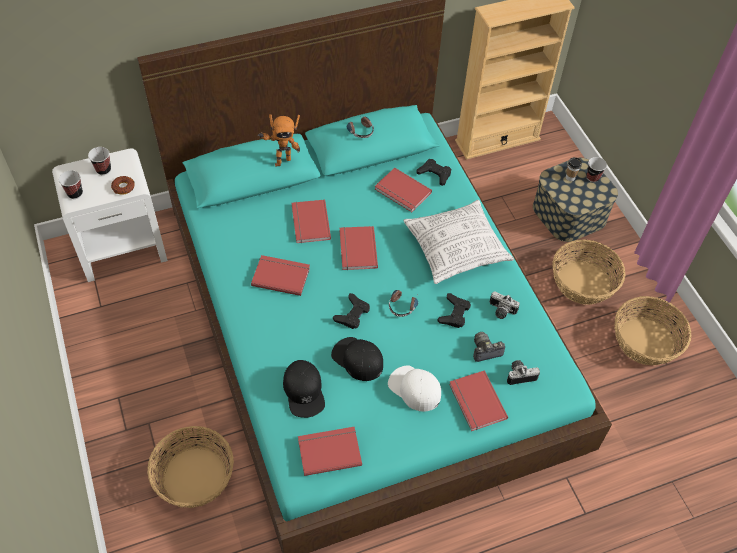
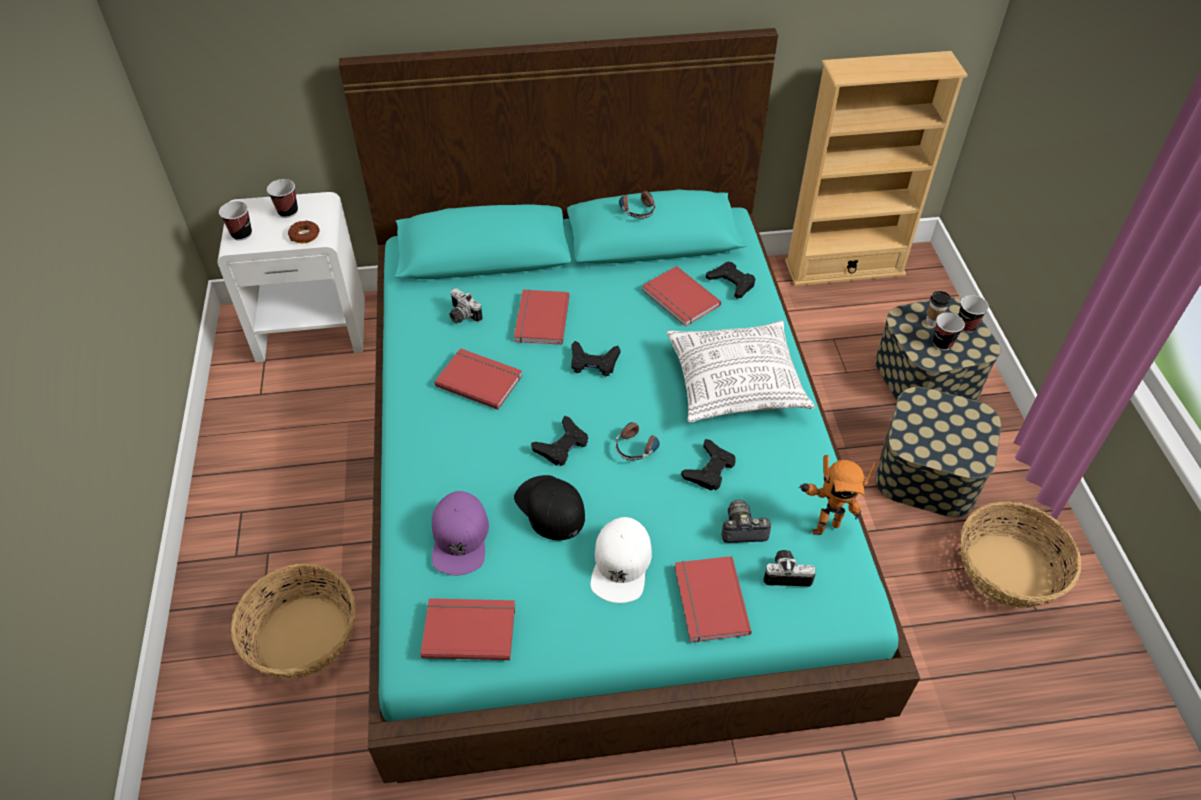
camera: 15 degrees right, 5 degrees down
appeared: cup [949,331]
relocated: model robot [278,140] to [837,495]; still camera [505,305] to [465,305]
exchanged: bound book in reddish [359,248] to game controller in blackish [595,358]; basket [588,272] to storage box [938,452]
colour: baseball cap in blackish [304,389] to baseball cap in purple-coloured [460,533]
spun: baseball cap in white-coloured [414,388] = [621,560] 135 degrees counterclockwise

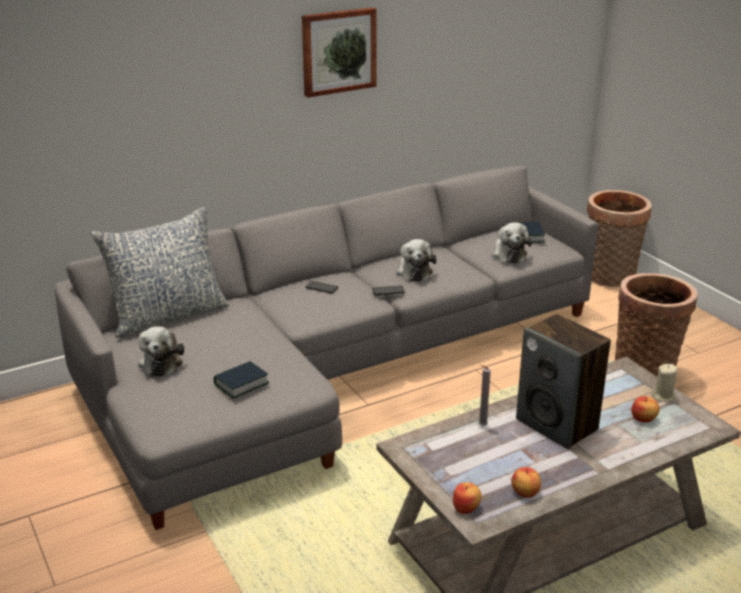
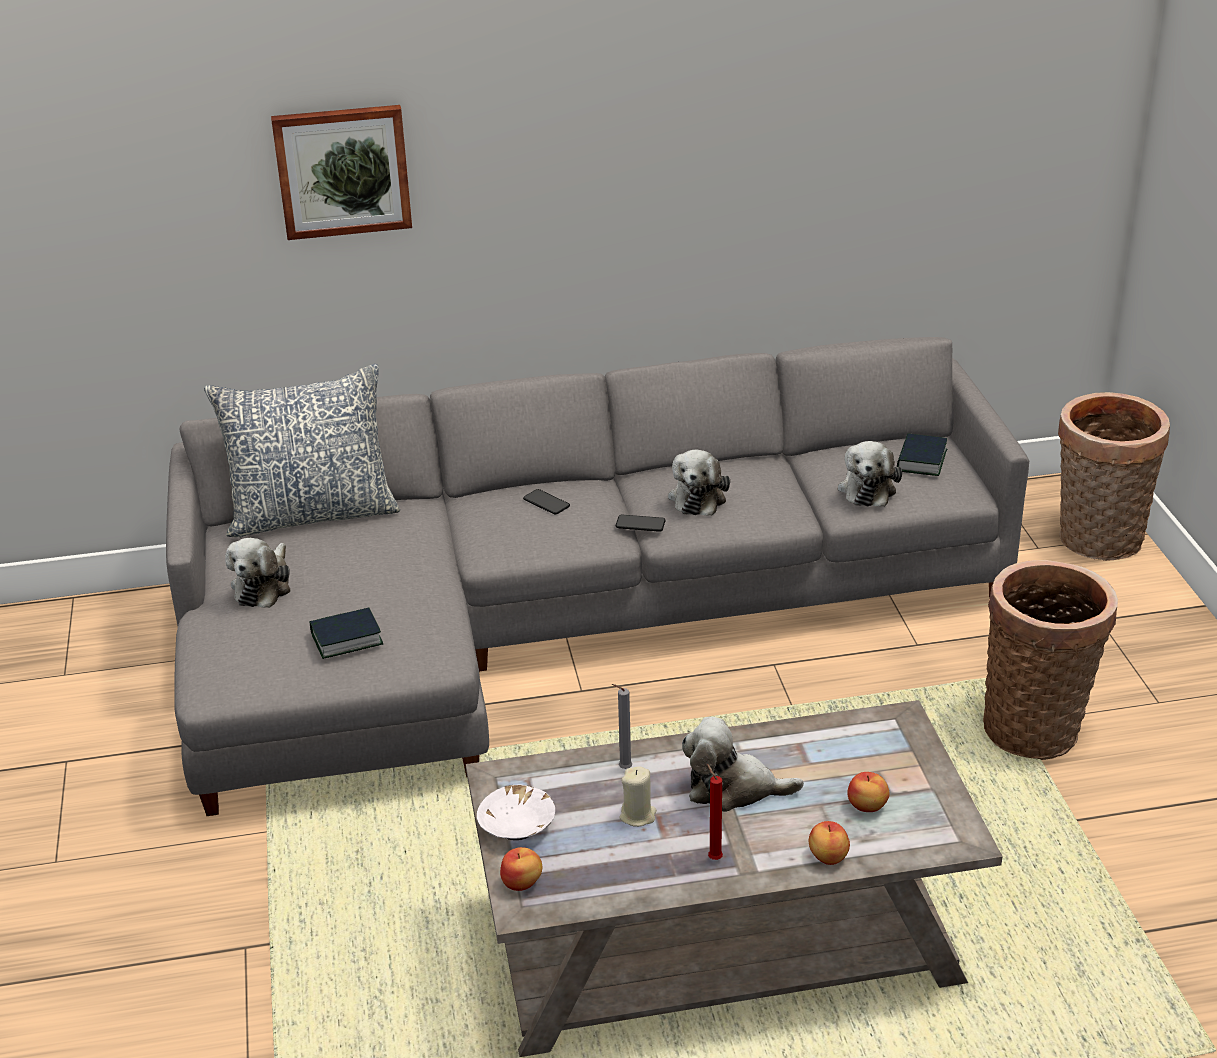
camera: 20 degrees right, 5 degrees up
appeared: deep dish in white-coloured [516,812]; wax candle in reddish [715,812]
relocated: wall picture [339,52] to [341,172]; apple [526,482] to [829,843]; wax candle in sand-coloured [664,383] to [638,796]
exchanged: audio speaker [563,381] to cuddly toy [743,764]

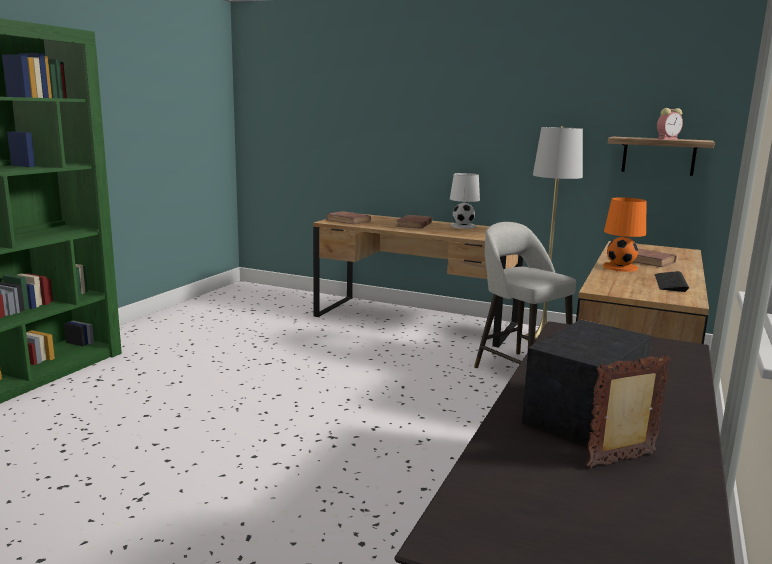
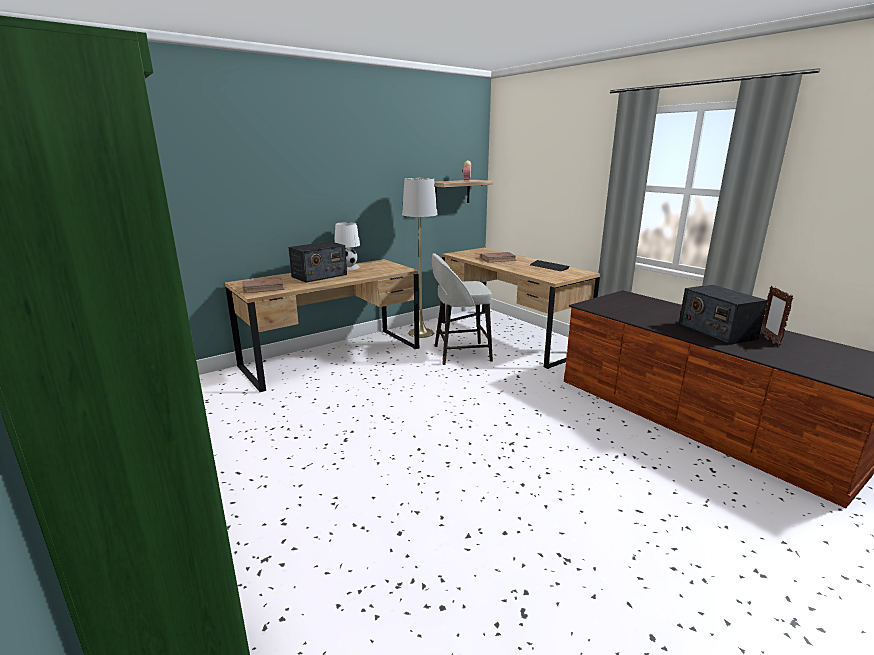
camera: 60 degrees left, 5 degrees up
missing: tabletop lamp in orange-coloured [625,234]
exchanged: bound book in brownish [414,222] to radio receiver [317,262]

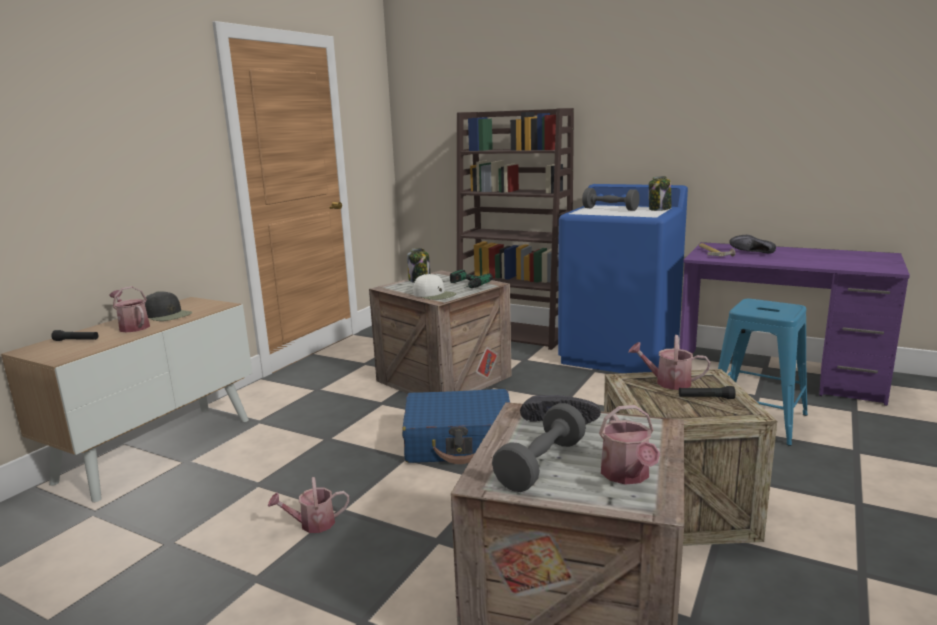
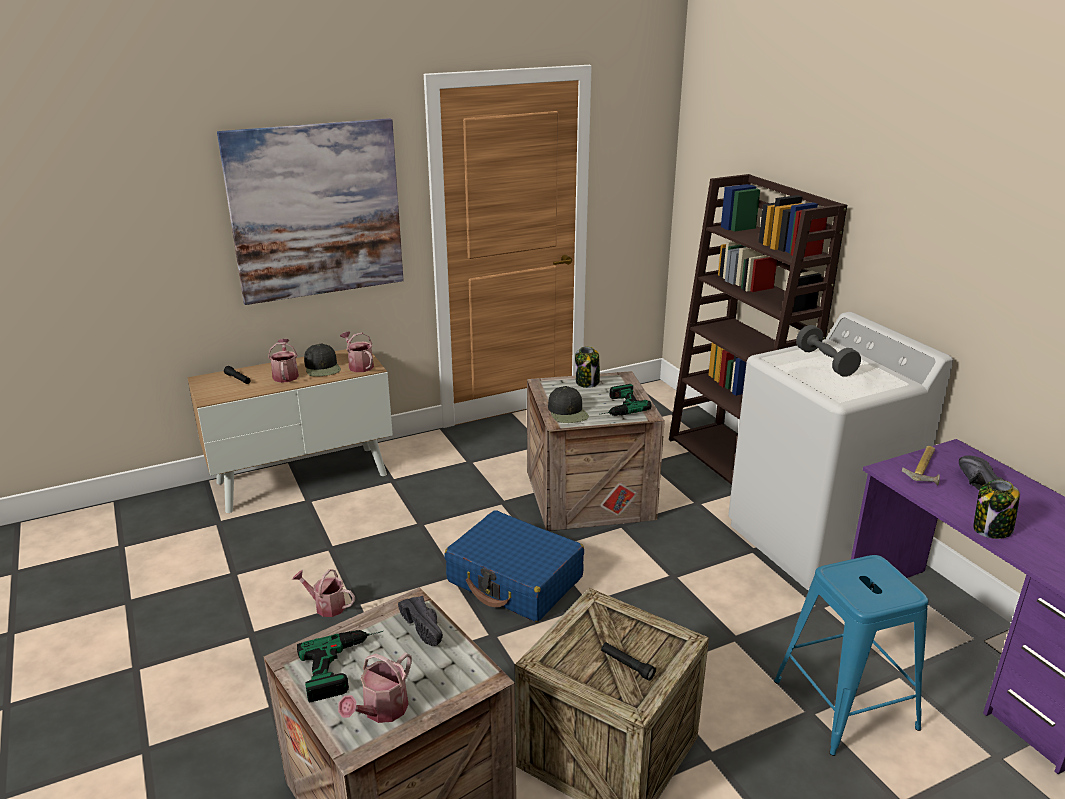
camera: 35 degrees right, 10 degrees up
appeared: wall picture [310,211]
relocated: sprinkling can [669,362] to [357,351]; preserve jar [660,193] to [996,509]
exchanged: free weight in greyish [539,447] to electric drill [340,666]
colour: baseball cap in white-coloured [434,287] to baseball cap in blackish [568,404]; laundry machine in blue [623,278] to laundry machine in white-coloured [840,451]

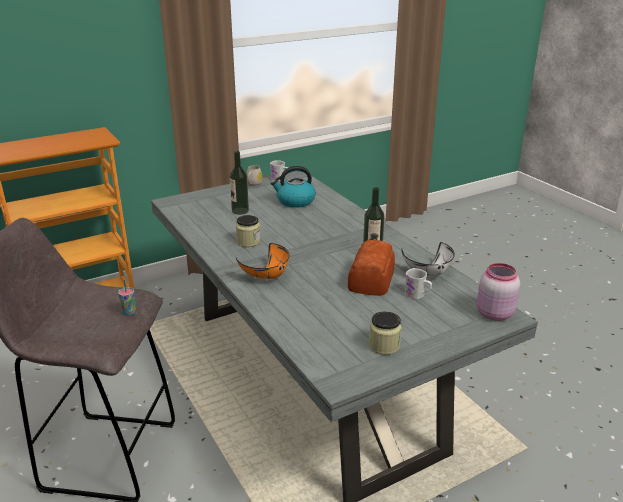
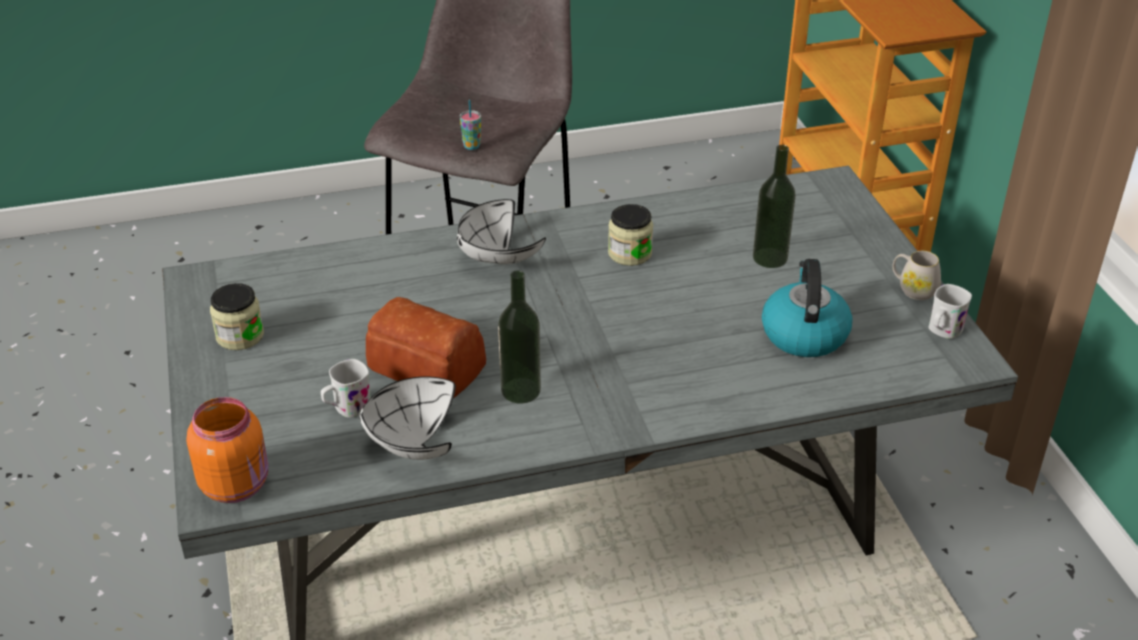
camera: 105 degrees right, 10 degrees up
colour: deep dish in orange-coloured [262,261] to deep dish in white-coloured [501,231]; preserve jar in pink-coloured [498,292] to preserve jar in orange-coloured [227,450]

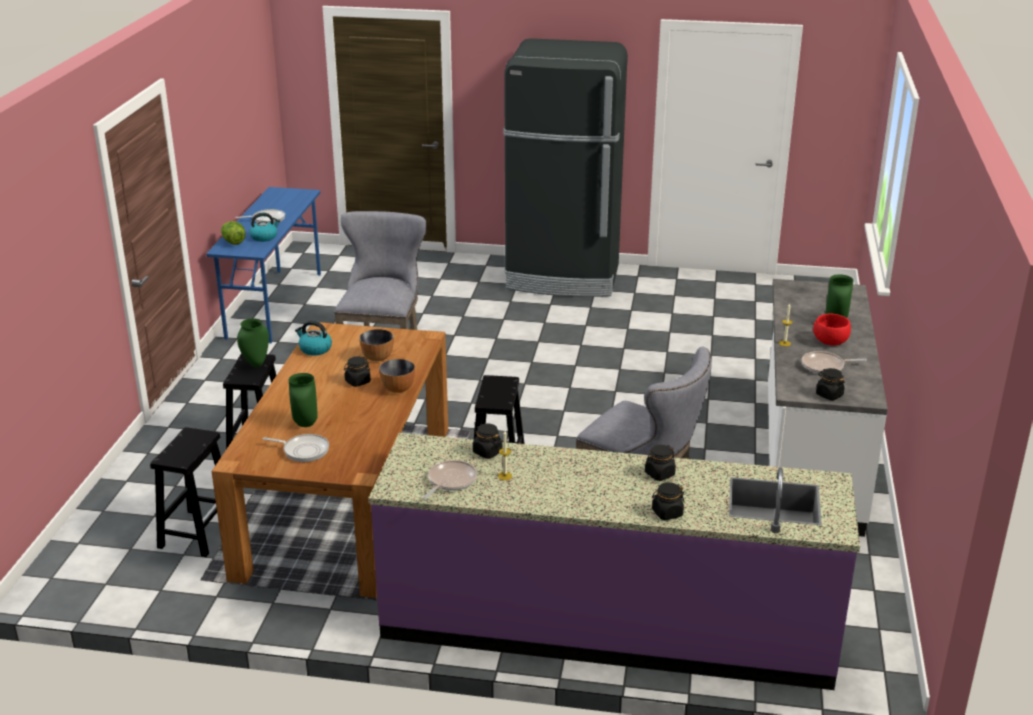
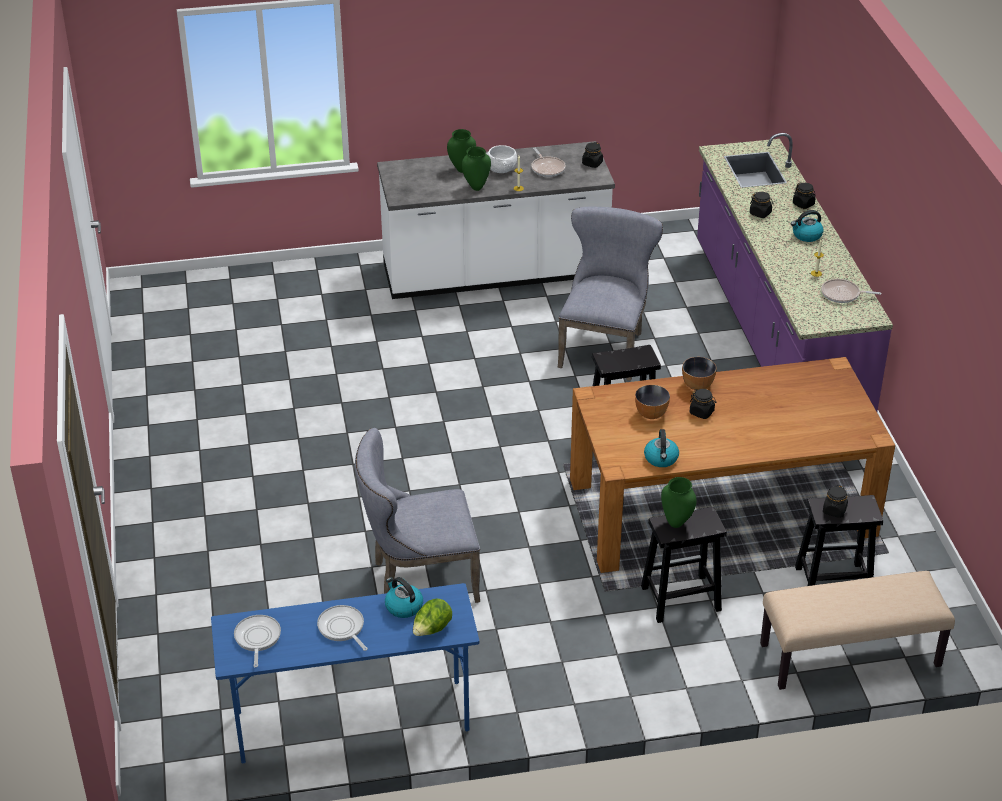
camera: 110 degrees left, 10 degrees up
missing: kitchen fridge in blackish [565,167]
appeared: bench in sand-coloured [857,630]; water kettle [807,226]
relocated: pan [296,448] to [257,641]; flower vase in green-coloured [303,400] to [476,168]; preserve jar in blackish [487,441] to [835,501]
colour: deep dish in reddish [832,330] to deep dish in white-coloured [501,159]

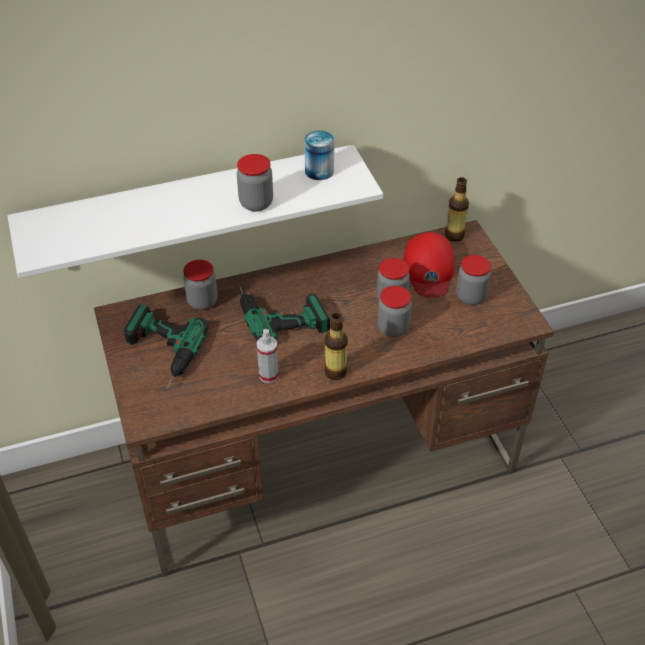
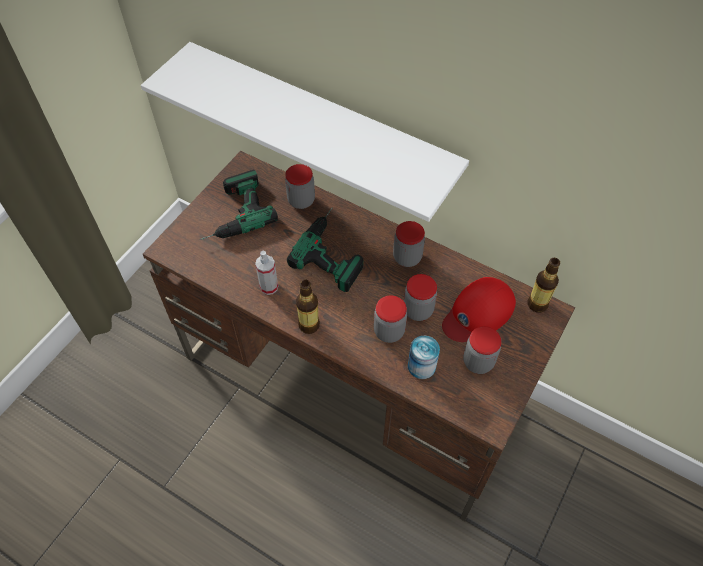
camera: 50 degrees right, 10 degrees up
relocated: preserve jar [255,182] to [409,244]; can [319,155] to [424,357]

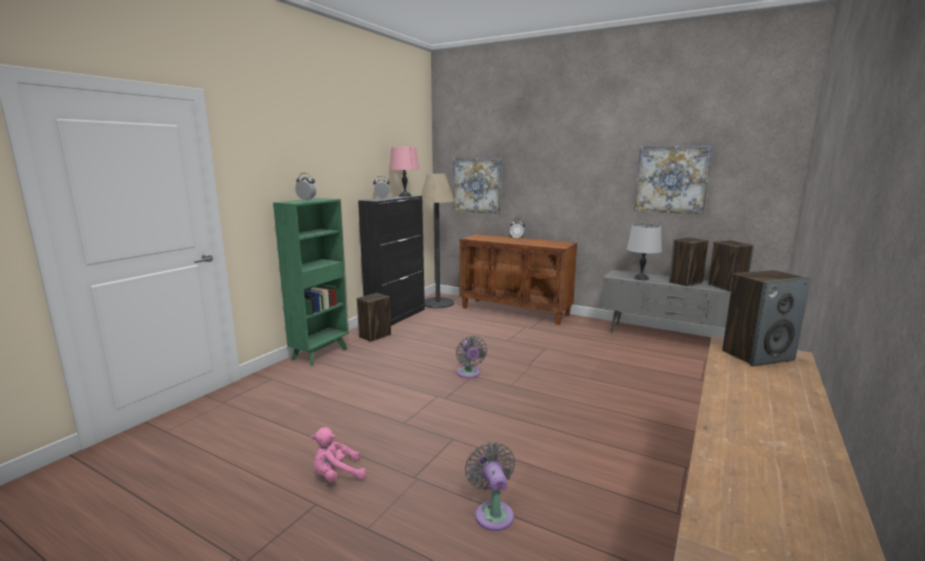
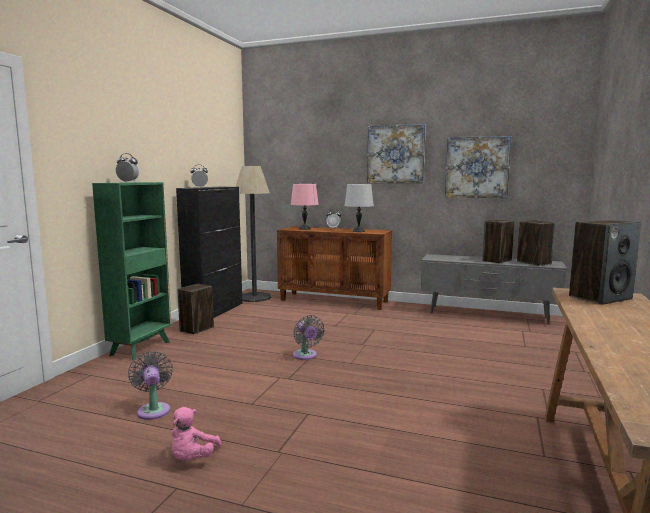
camera: 10 degrees left, 5 degrees down
relocated: tabletop lamp in pink-coloured [404,172] to [305,207]; wall picture [477,186] to [396,153]; cooling fan in greyish [490,486] to [150,385]; tabletop lamp in greyish [644,252] to [359,208]
spun: cuddly toy in pink-coloured [338,454] = [196,433] 45 degrees counterclockwise

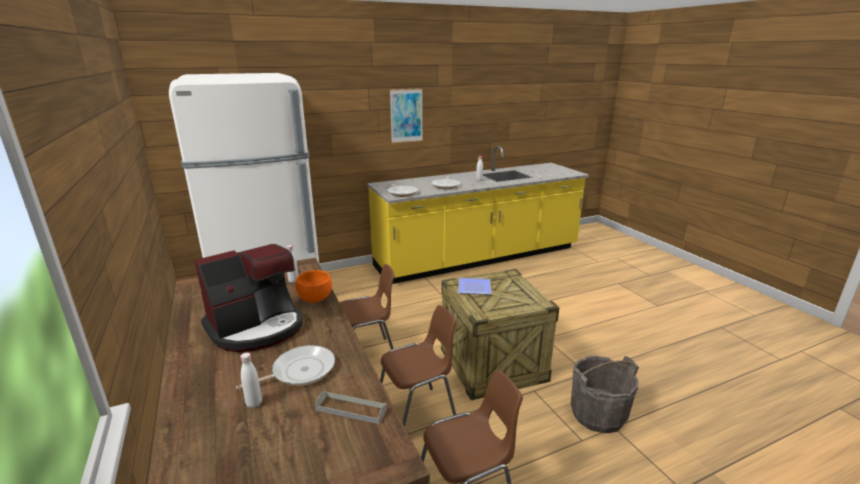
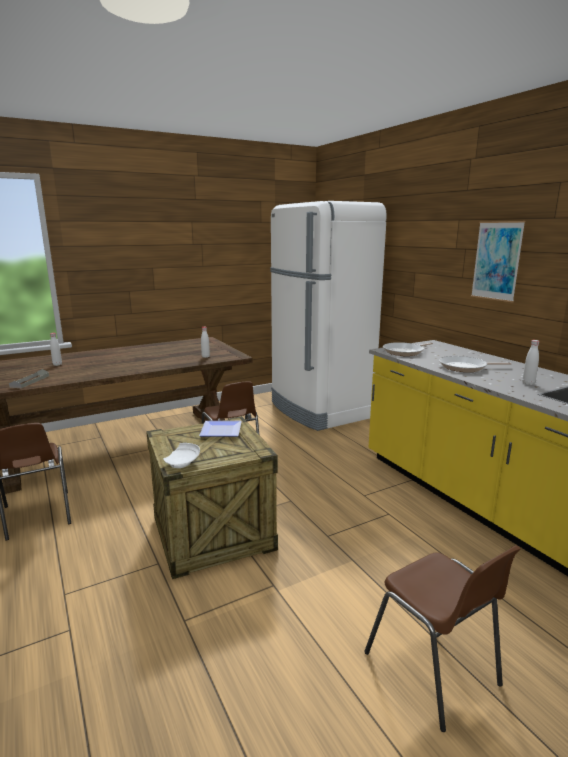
camera: 85 degrees right, 5 degrees down
missing: coffee maker [248,298]; pan [285,367]; deep dish in orange-coloured [313,286]; pail in greyish [605,394]
appeared: flat dish in white-coloured [181,455]
relocated: chair in brownish [418,366] to [442,638]

